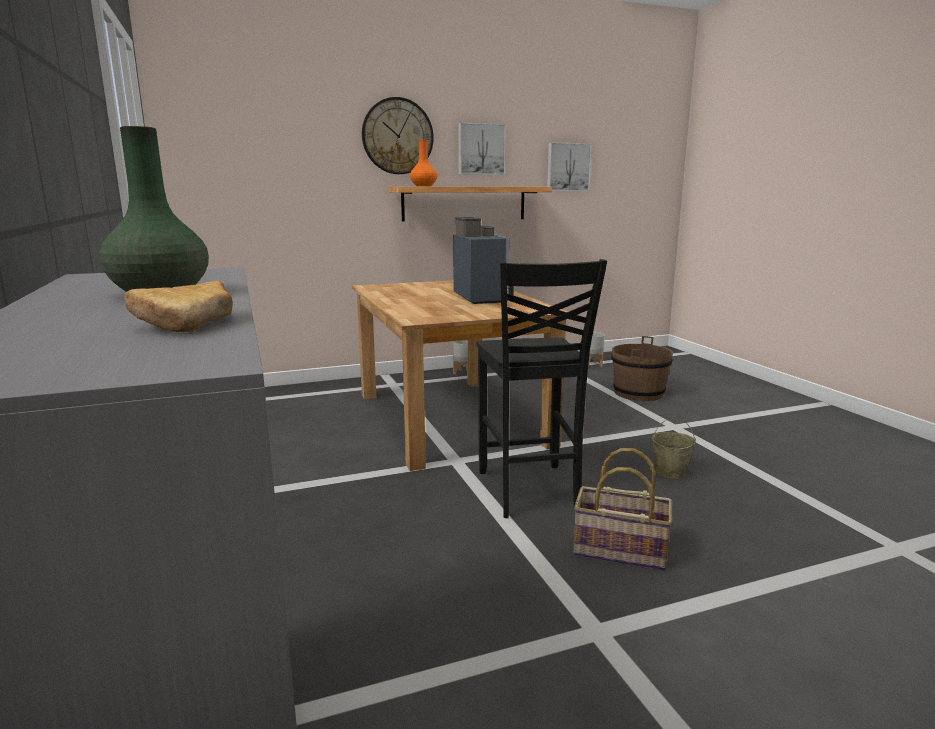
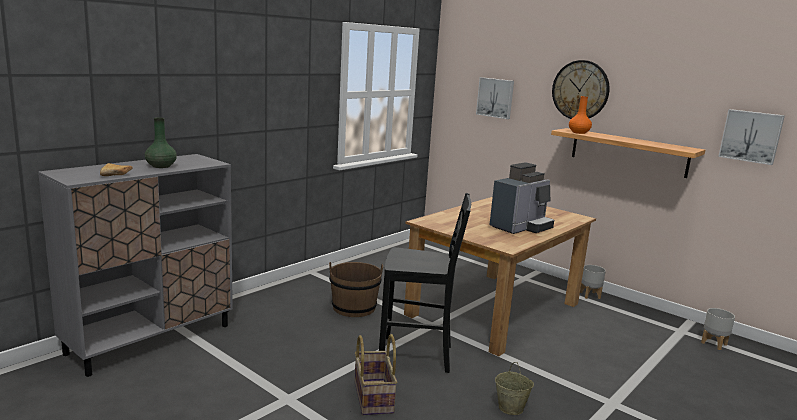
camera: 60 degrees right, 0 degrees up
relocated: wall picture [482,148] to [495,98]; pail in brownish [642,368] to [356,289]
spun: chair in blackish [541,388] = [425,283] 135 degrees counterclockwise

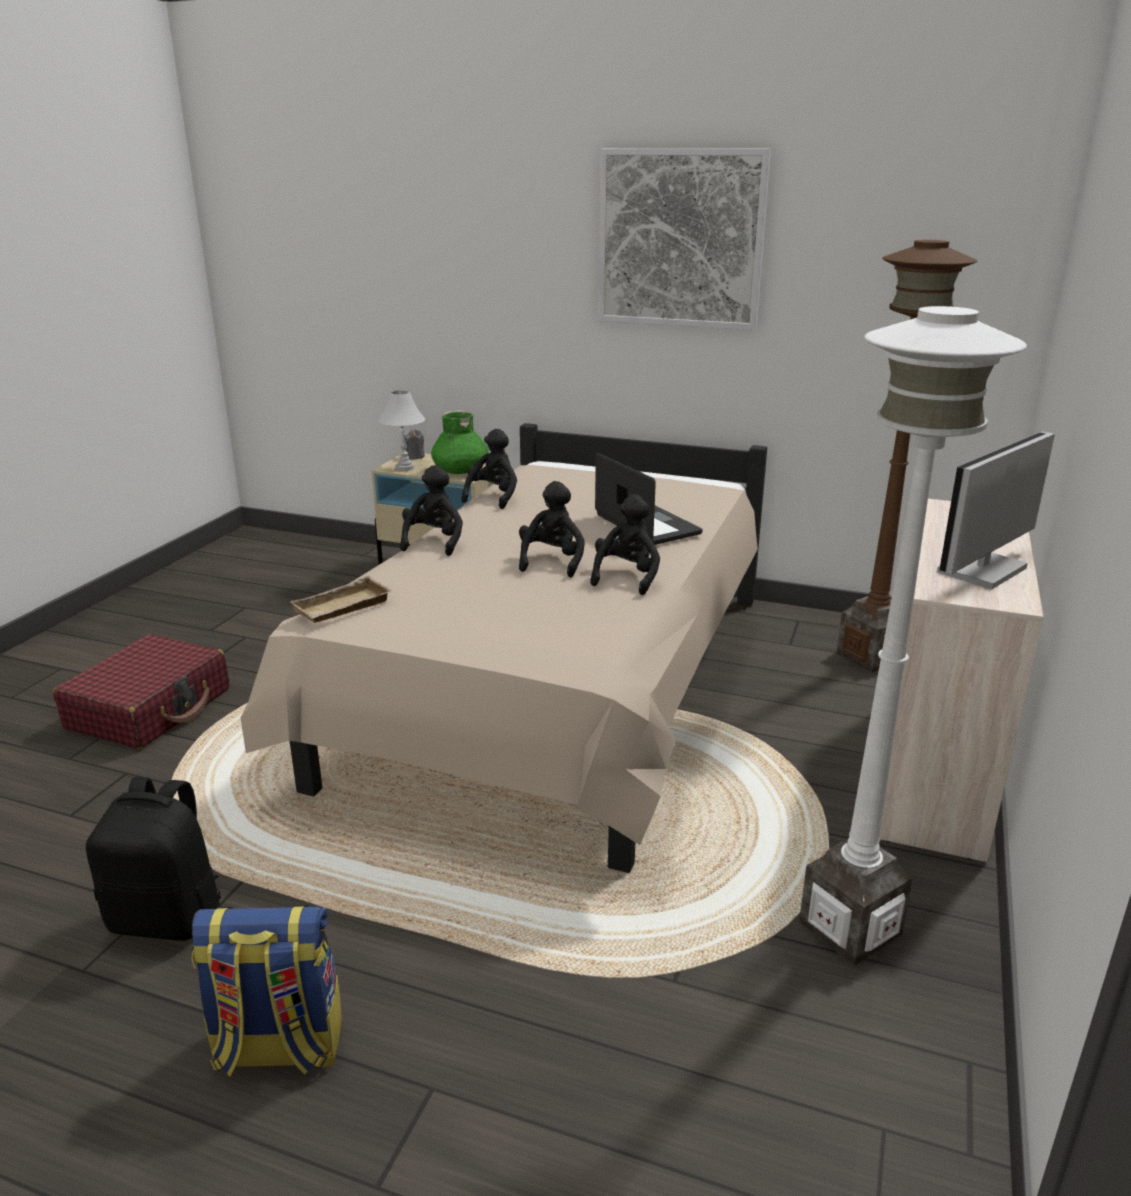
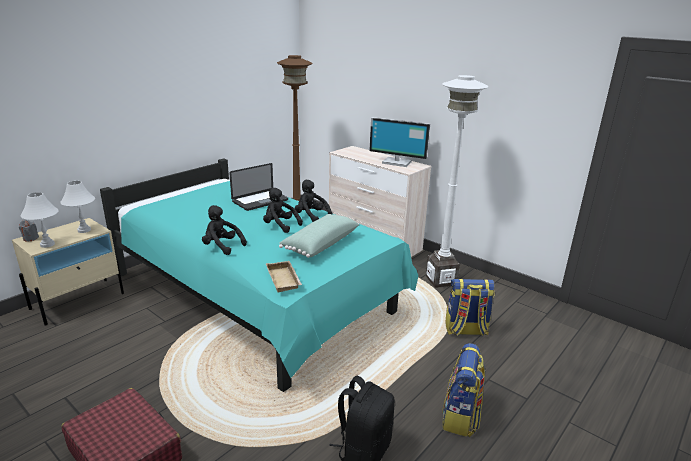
camera: 70 degrees left, 0 degrees up
missing: cuddly toy in blackish [489,469]; wall picture [684,239]
appeared: cushion in green-coloured [319,236]; knapsack [470,307]
exchanged: flower vase in green-coloured [460,442] to tabletop lamp in white-coloured [77,207]
colour: bedroom bed in sand-coloured [503,648] to bedroom bed in turquoise [259,275]
spun: laptop [648,499] = [259,187] 150 degrees clockwise; computer screen [996,510] = [399,142] 45 degrees counterclockwise

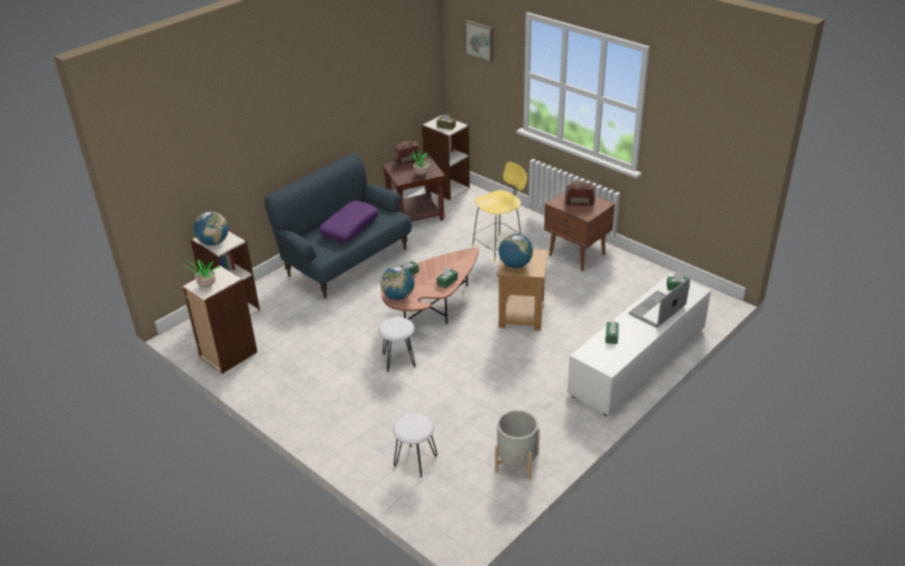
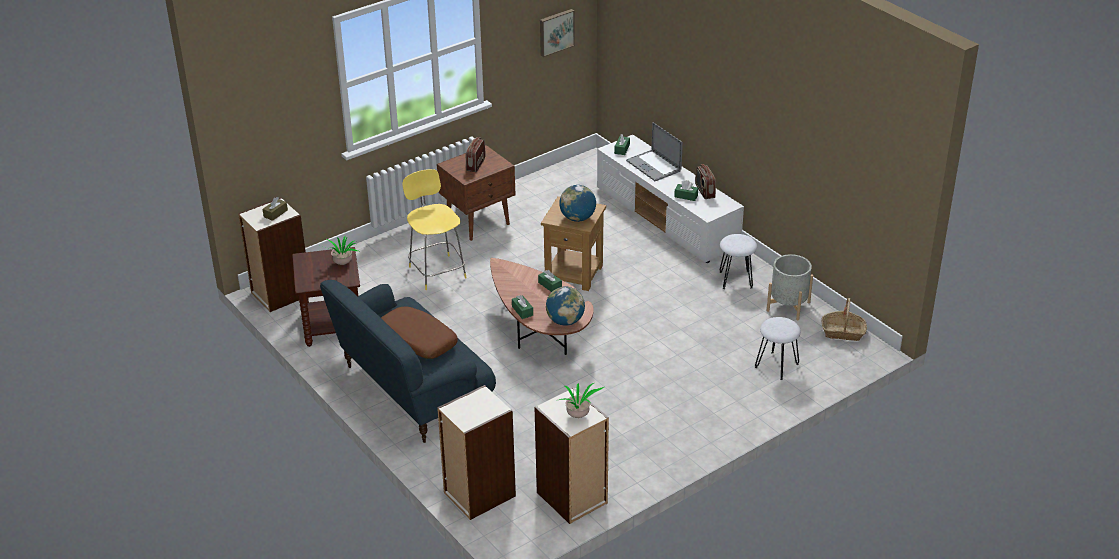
camera: 80 degrees left, 0 degrees up
missing: world globe [210,228]
appeared: basket [844,319]
relocated: stool seat in white-coloured [397,344] to [738,261]; radio receiver [408,153] to [705,181]; wall picture [478,41] to [557,33]
colour: cushion in purple-coloured [349,221] to cushion in brownish [419,332]

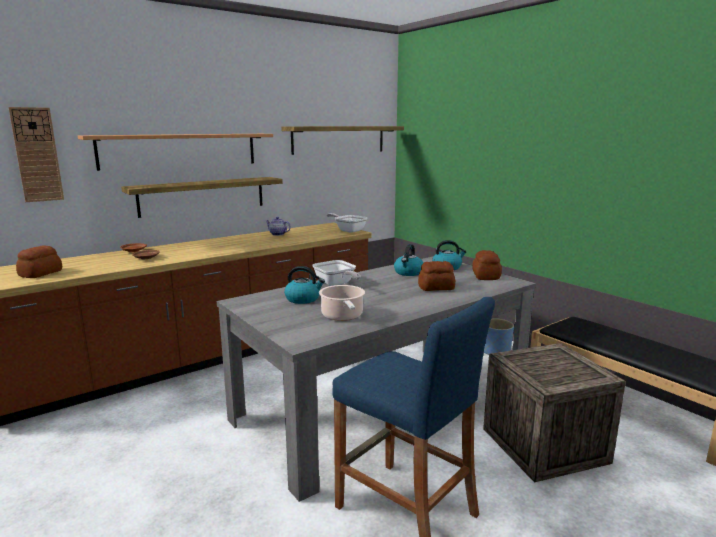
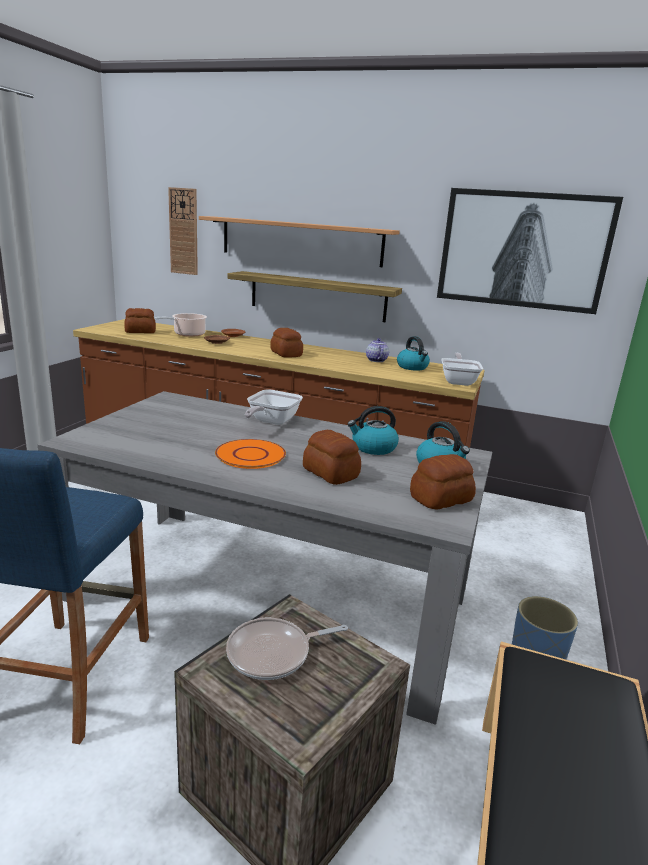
camera: 55 degrees right, 5 degrees up
appeared: flat dish in orange-coloured [250,454]; pan [287,649]; bread [286,343]
relocated: water kettle [304,285] to [413,353]; stockpot [342,303] to [181,325]
exchanged: bracket shelf [342,140] to wall picture [530,251]

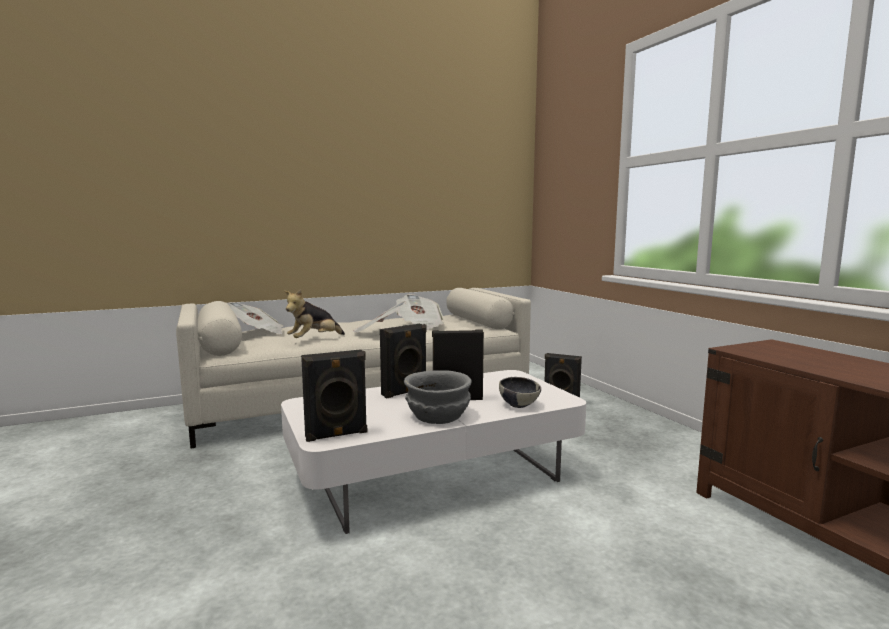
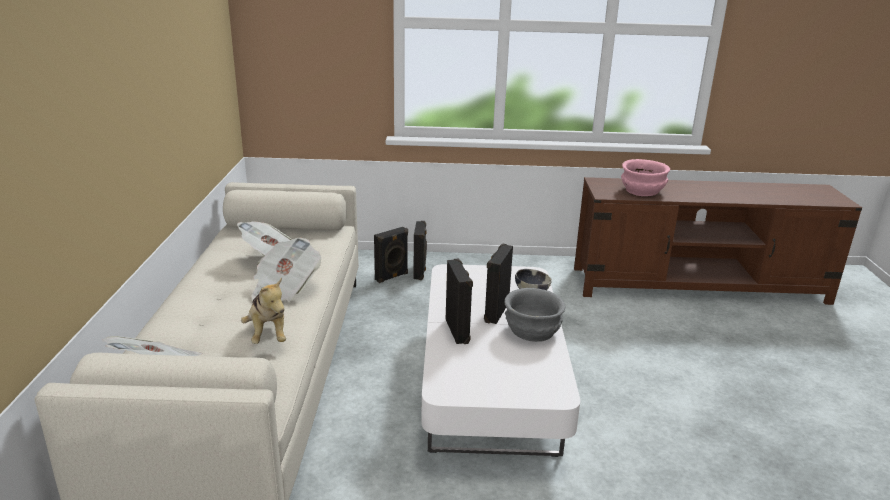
camera: 65 degrees left, 15 degrees up
appeared: deep dish in pink-coloured [645,177]
relocated: audio speaker in blackish [334,395] to [420,250]

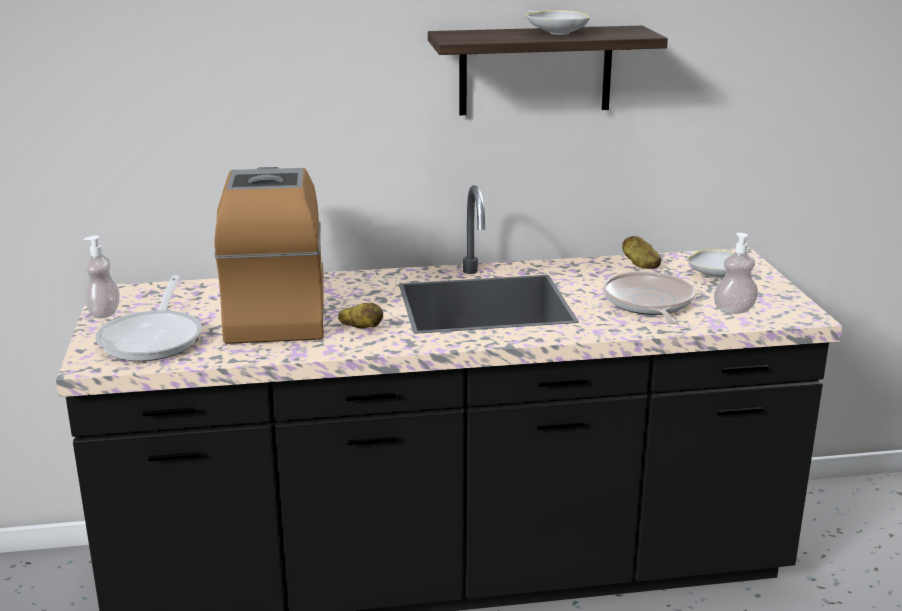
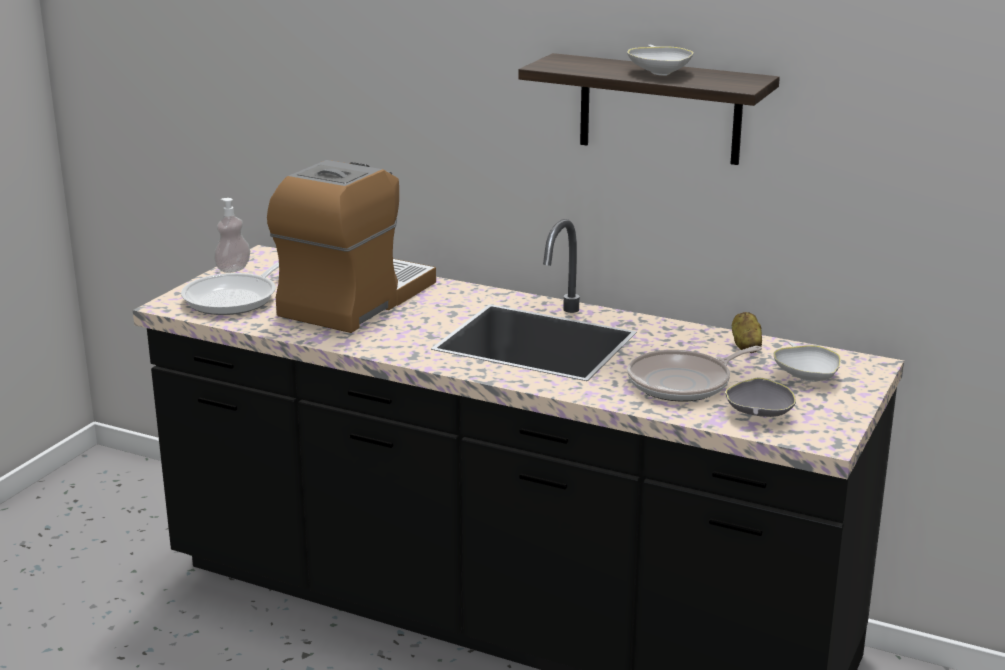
camera: 35 degrees right, 0 degrees up
missing: whole potato [360,315]
exchanged: soap bottle [736,273] to deep dish in greyish [760,397]
spun: pan [649,298] = [694,373] 150 degrees counterclockwise

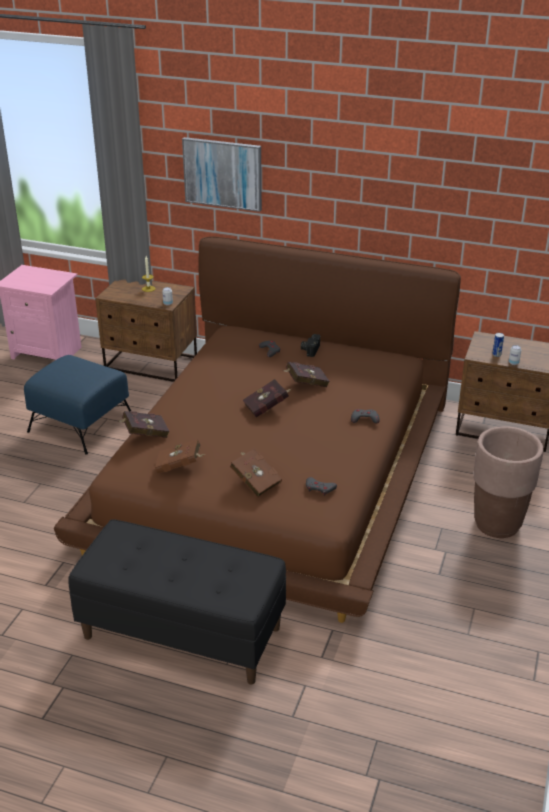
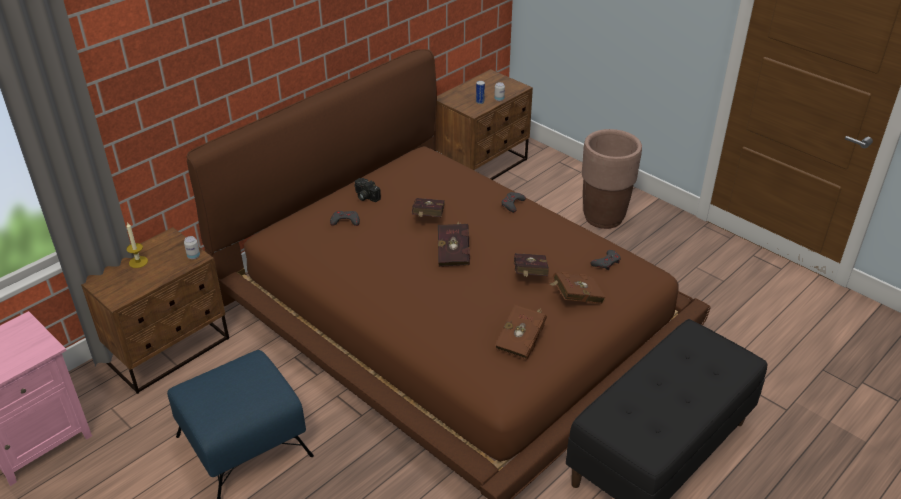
camera: 65 degrees left, 5 degrees up
missing: wall picture [222,174]
relocated: bound book in reddish [144,424] to [531,265]

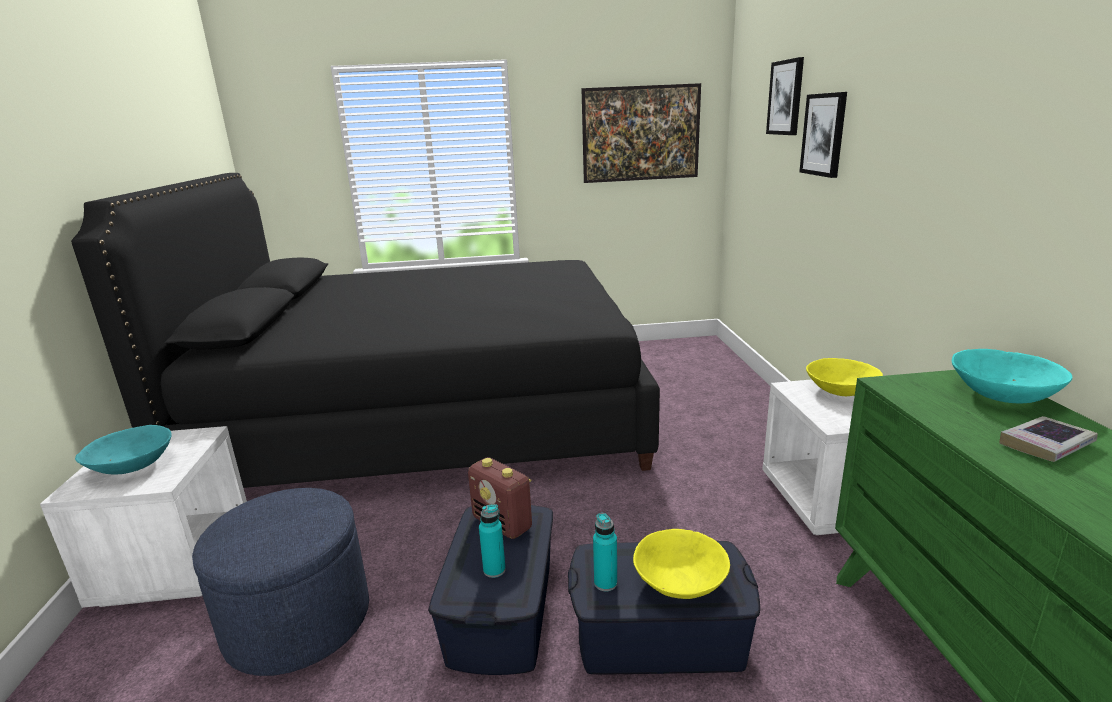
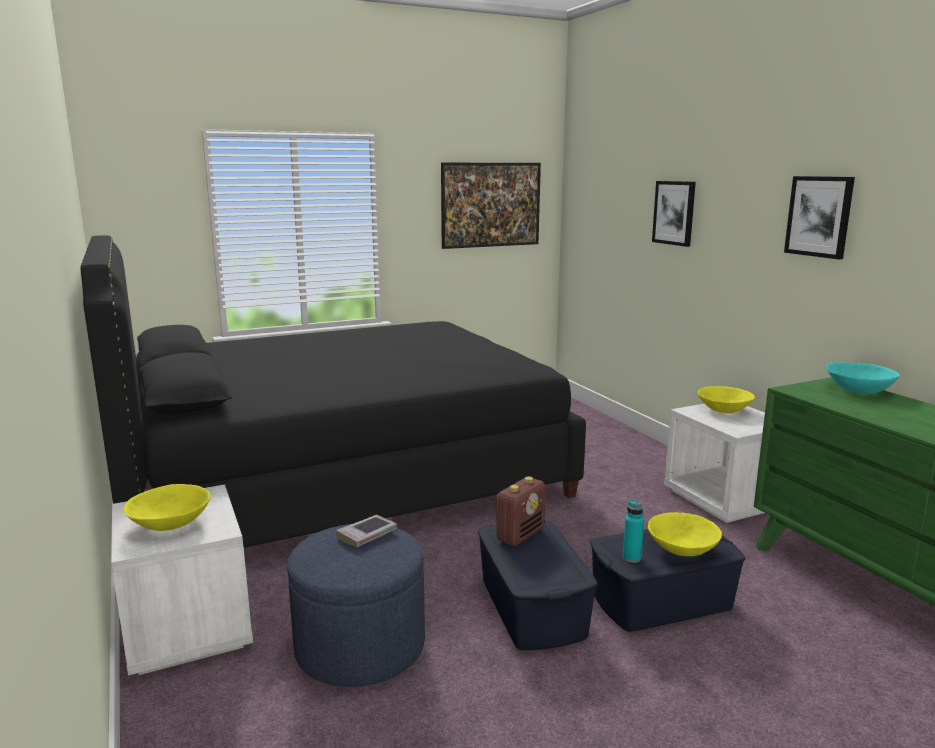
camera: 20 degrees left, 5 degrees down
missing: bottle in turquoise [492,541]
relocated: wall picture [785,96] to [819,217]; bound book [1048,439] to [366,531]
colour: deep dish in turquoise [123,449] to deep dish in yellow [167,507]
spun: radio receiver [500,498] = [521,511] 75 degrees counterclockwise

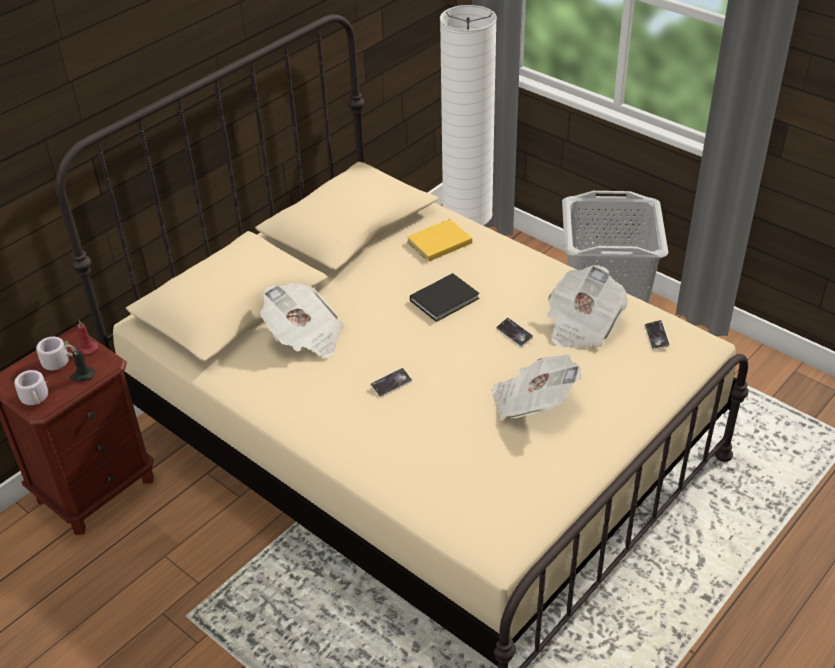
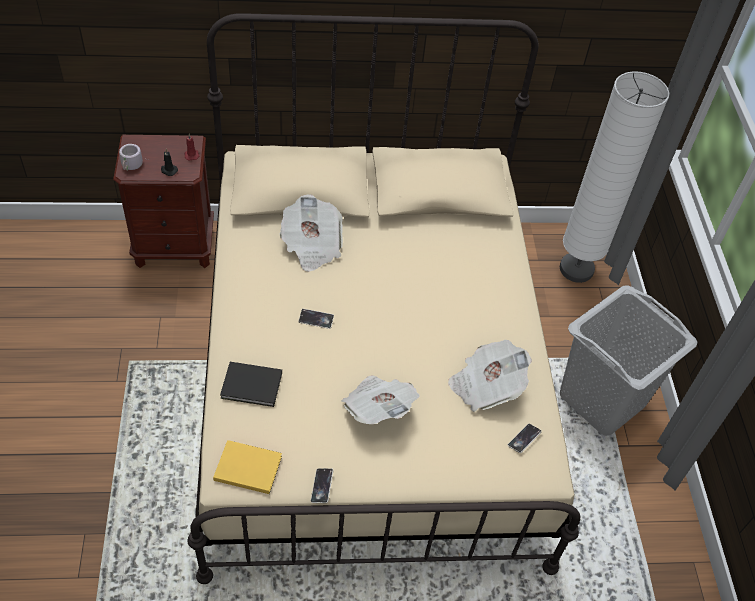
camera: 40 degrees right, 10 degrees up
missing: coffee mug in greyish [55,354]
relocated: bound book in yellow [439,240] to [247,467]; bound book in blackish [445,297] to [251,384]; telephone [514,332] to [322,485]

